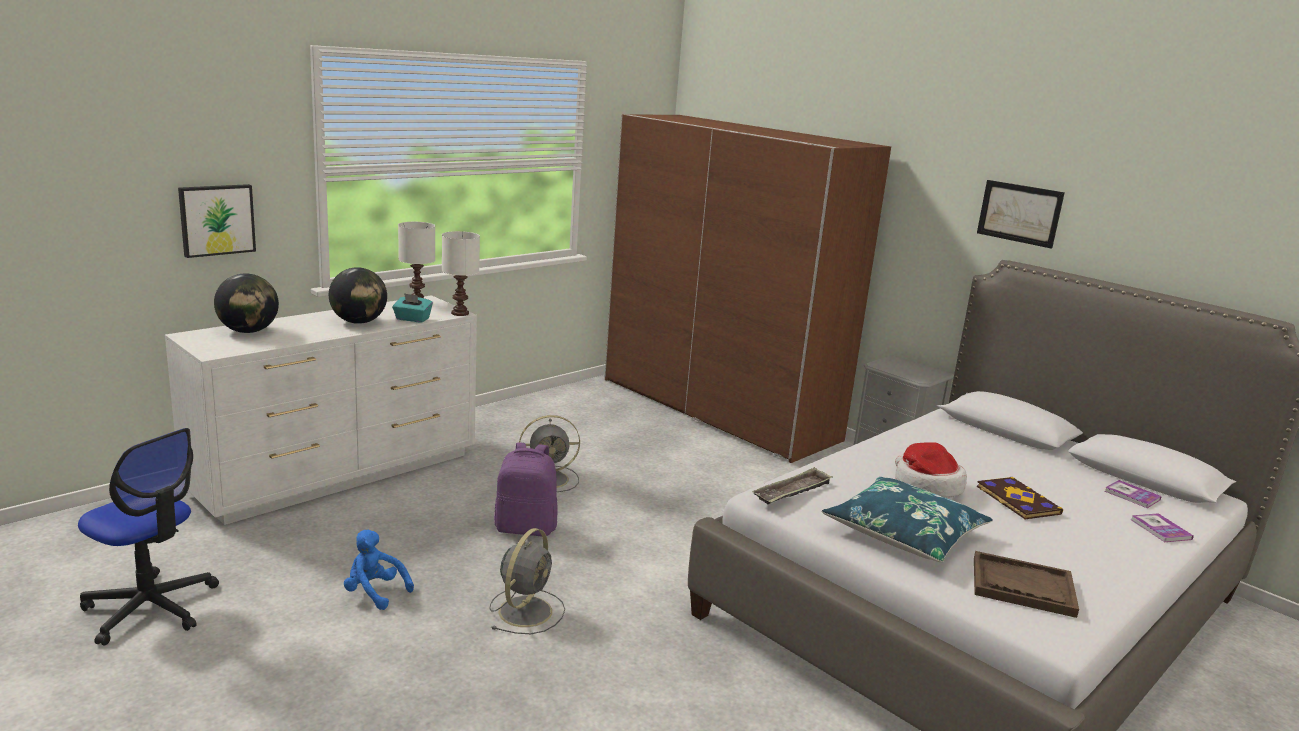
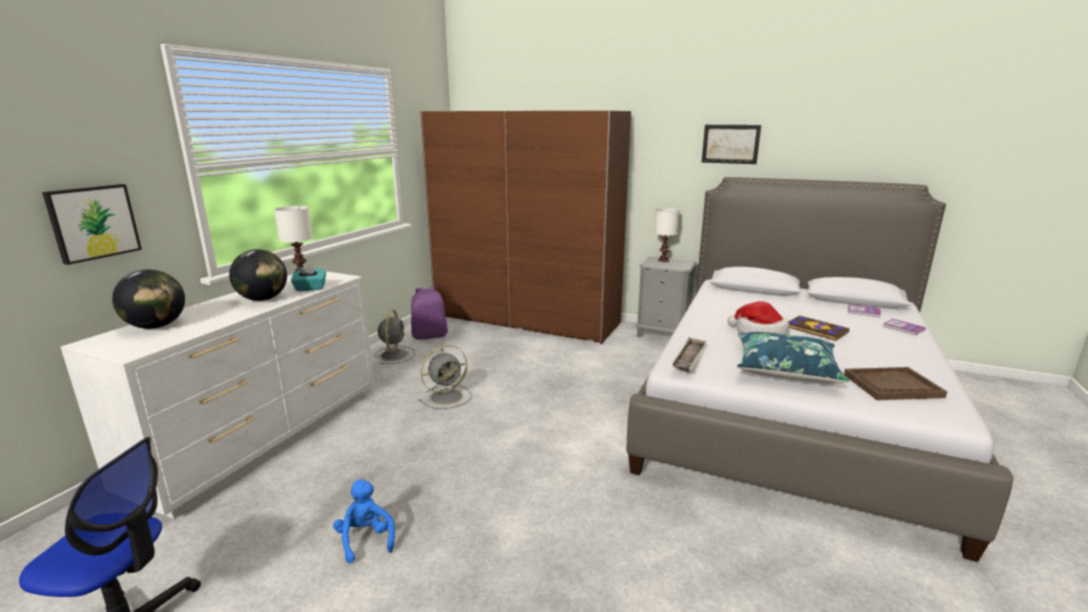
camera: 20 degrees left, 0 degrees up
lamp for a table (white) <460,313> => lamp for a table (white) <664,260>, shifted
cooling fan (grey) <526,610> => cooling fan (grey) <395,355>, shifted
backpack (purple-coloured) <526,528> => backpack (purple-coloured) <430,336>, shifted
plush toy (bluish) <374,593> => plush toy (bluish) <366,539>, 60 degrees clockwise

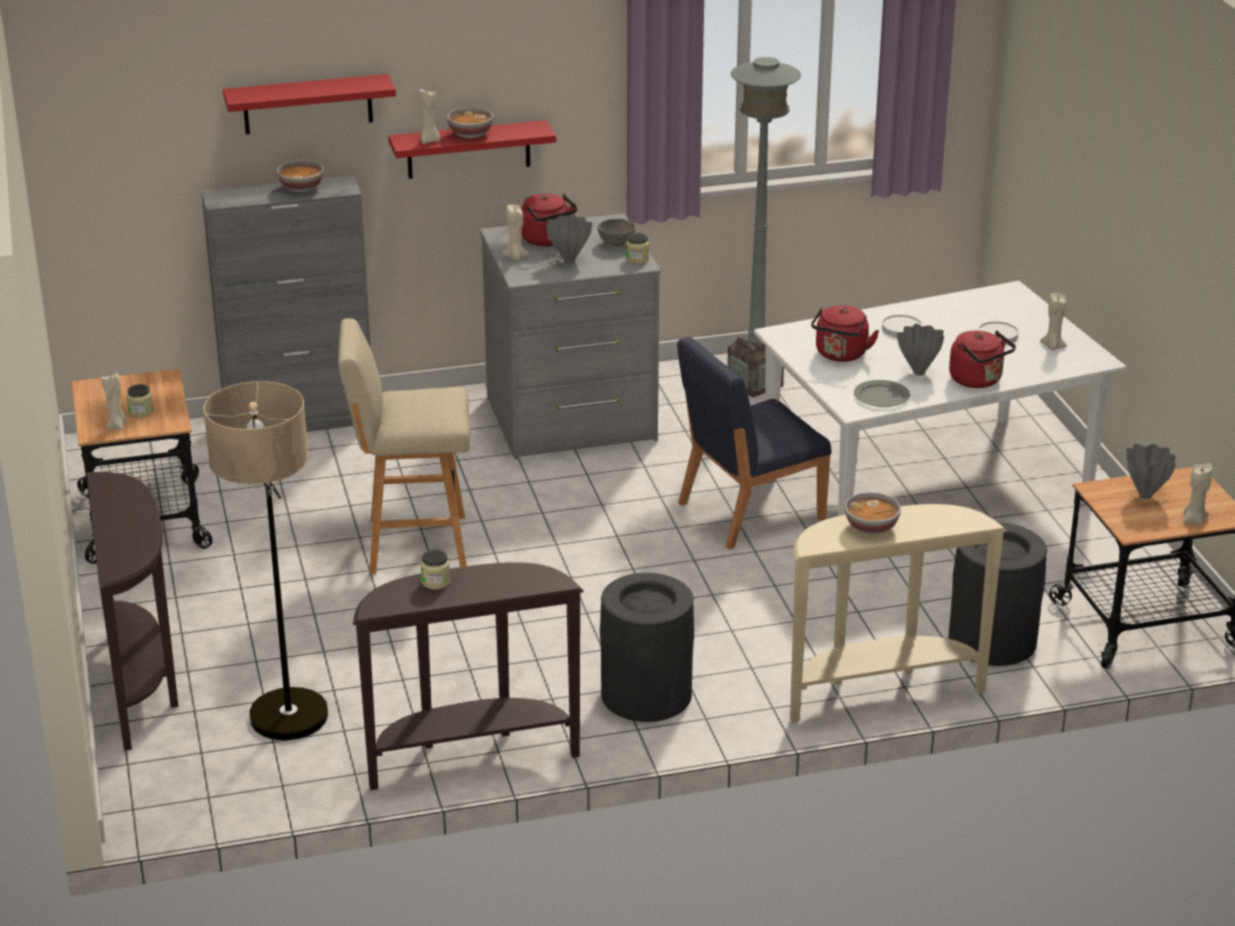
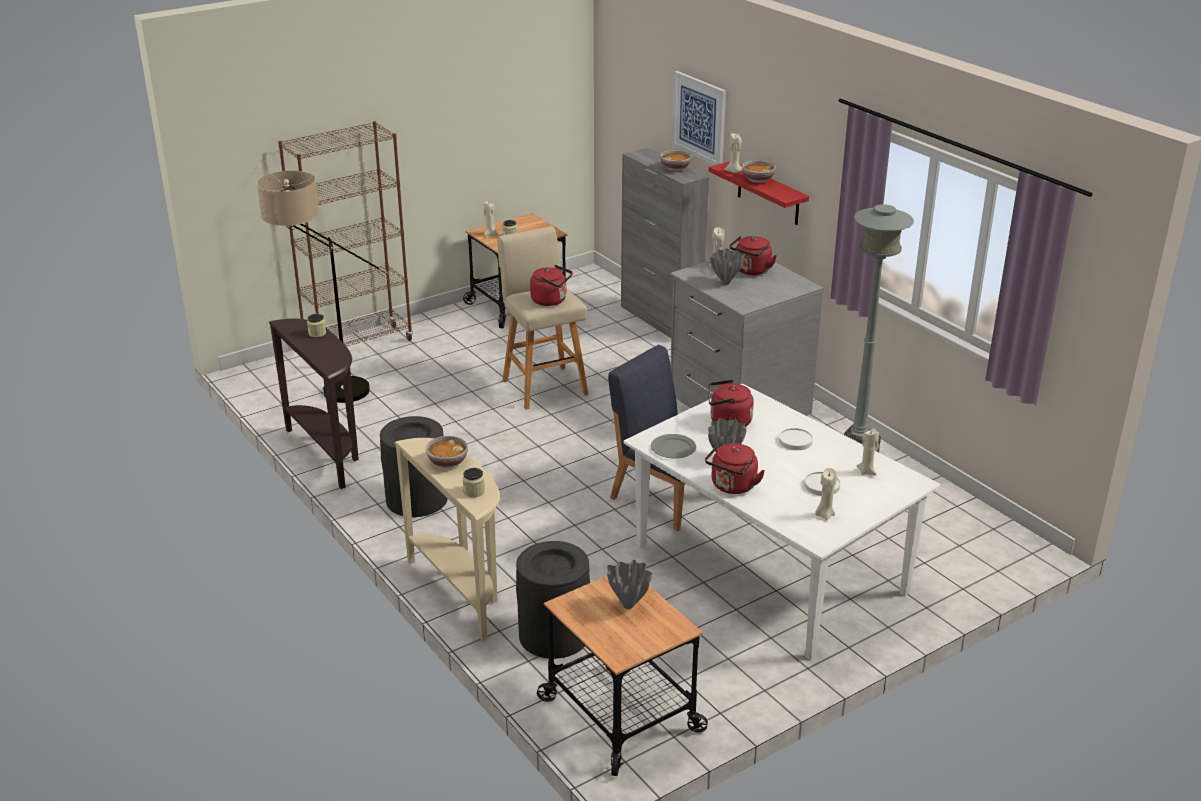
camera: 70 degrees right, 0 degrees up
bowl (grey) <617,244> => nothing
nothing => tea kettle (reddish) <551,301>
preserve jar <637,259> => preserve jar <474,491>, shifted
wax light (sand-coloured) <1194,520> => wax light (sand-coloured) <866,471>, shifted
console table (brown-coloured) <144,686> => shelving unit (brown-coloured) <359,346>
bracket shelf (reddish) <307,104> => wall picture <699,118>

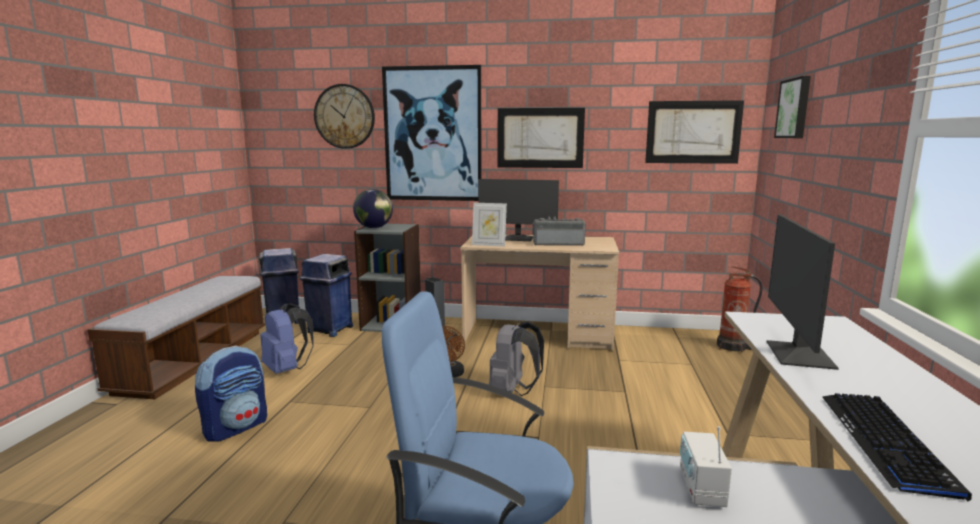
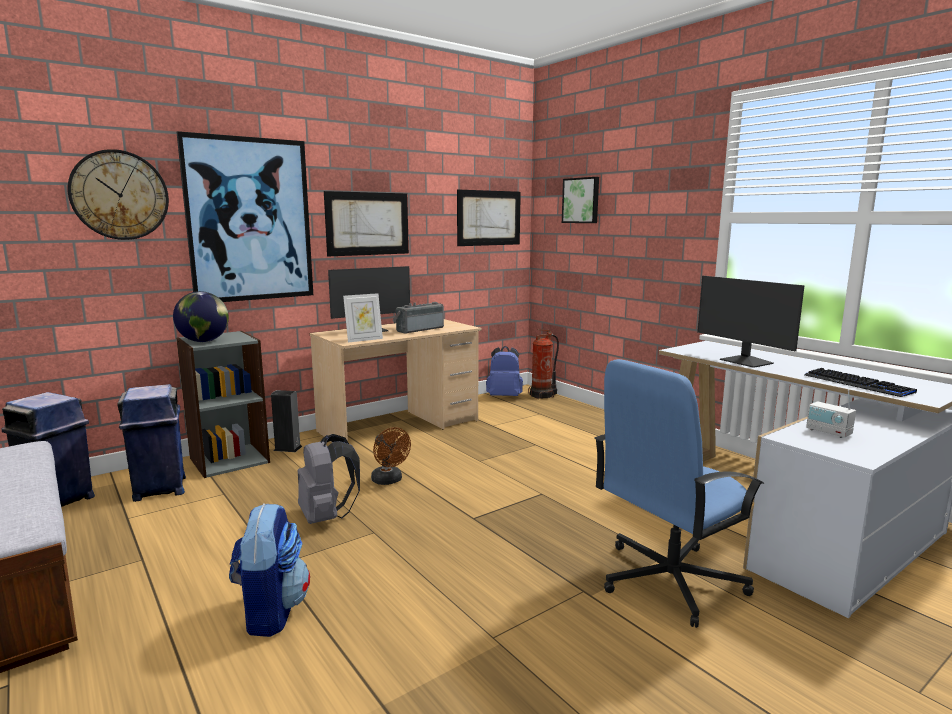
camera: 45 degrees left, 0 degrees up
backpack (bluish) <287,369> => backpack (bluish) <504,396>, shifted
backpack (grey) <513,391> => backpack (grey) <327,517>, shifted

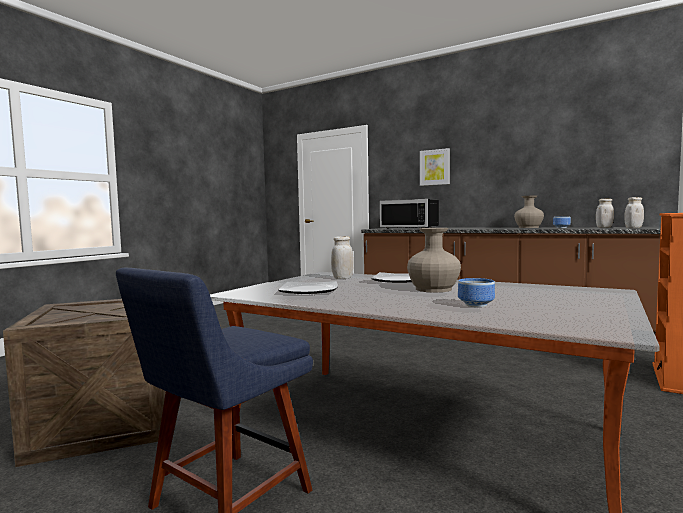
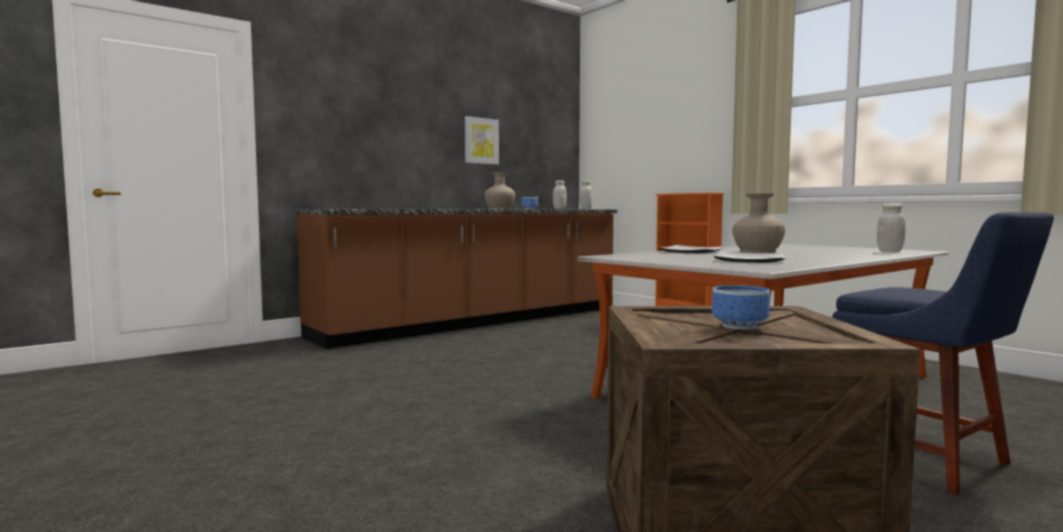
camera: 70 degrees left, 0 degrees up
microwave (black) <411,228> => nothing
preserve jar (white) <342,278> => preserve jar (white) <889,252>, shifted
wall picture <434,167> => wall picture <481,141>, shifted
bowl <475,304> => bowl <737,326>, shifted

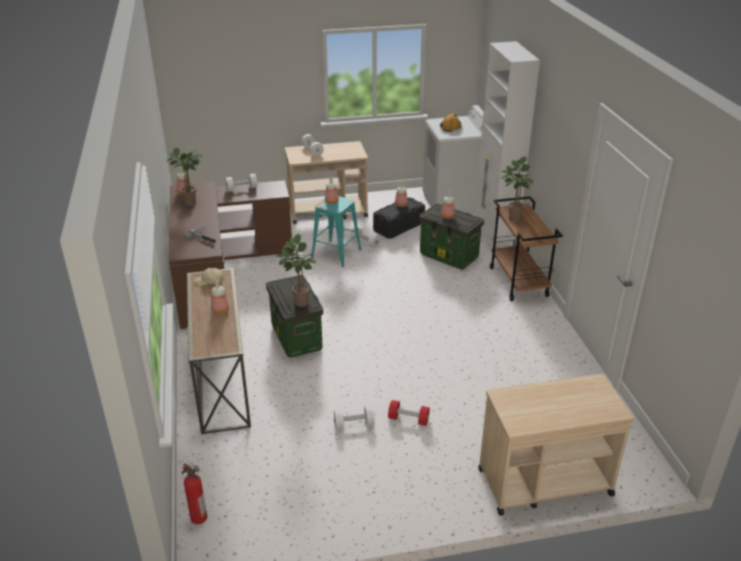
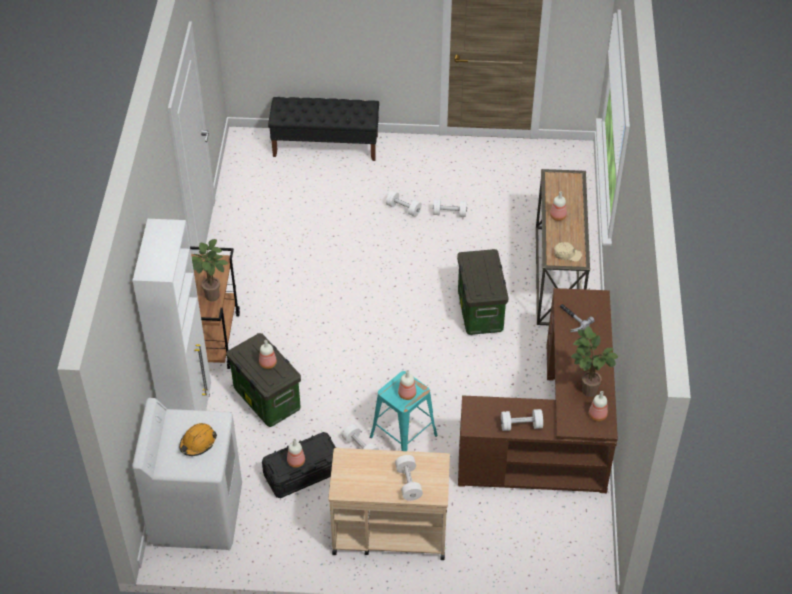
camera: 165 degrees left, 15 degrees up
extinguisher <198,517> => nothing
houseplant <299,302> => nothing
wheeled cart (sand-coloured) <543,482> => bench (black) <326,146>
free weight (reddish) <408,419> => free weight (white) <403,209>

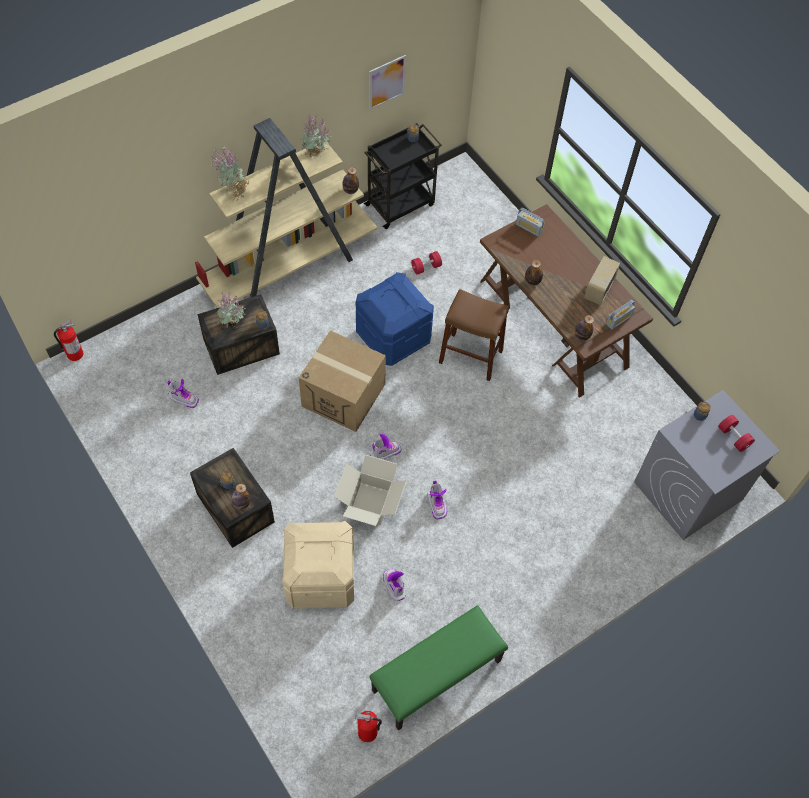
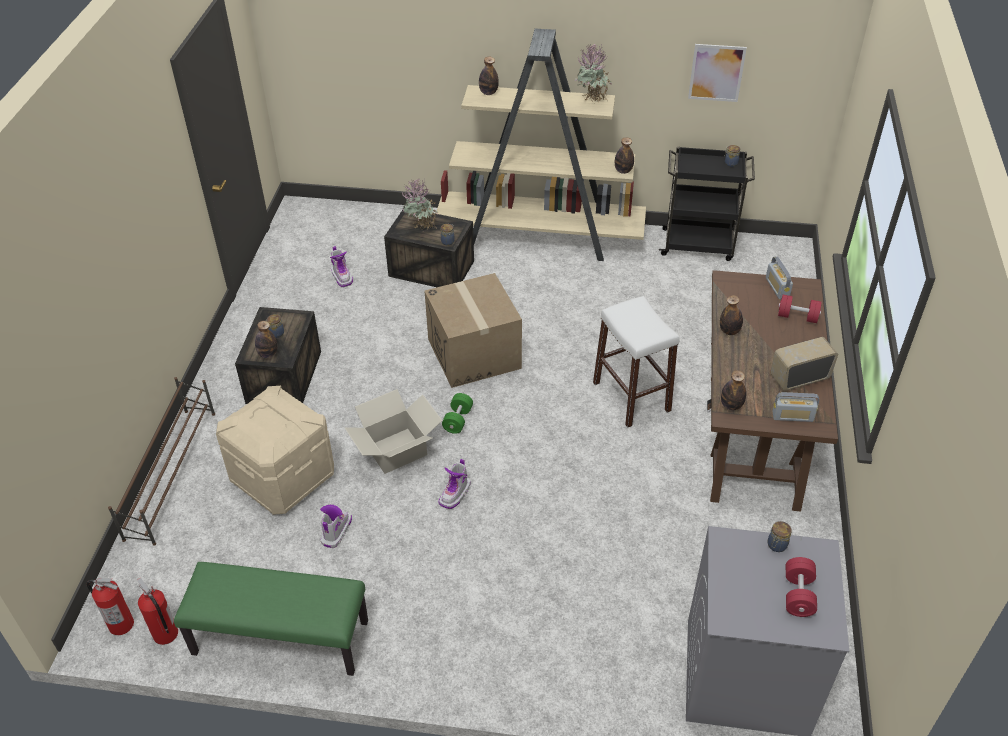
camera: 45 degrees right, 15 degrees down
storage container (bluish) <393,337> => nothing
nothing => shoe stand (brown-coloured) <172,473>
extinguisher <74,354> => extinguisher <121,624>, shifted
free weight (reddish) <426,267> => free weight (reddish) <797,317>, shifted
houseplant <233,192> => beverage bottle <488,93>
high-top boot <385,452> => free weight (greenish) <458,420>
sitting stool (brown-coloured) <470,356> => sitting stool (white) <631,396>

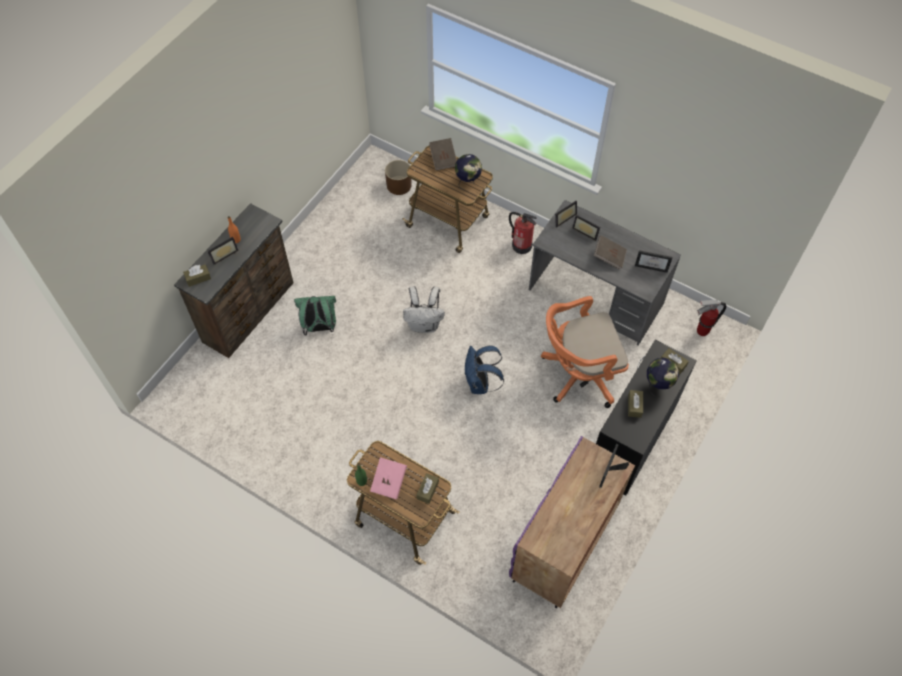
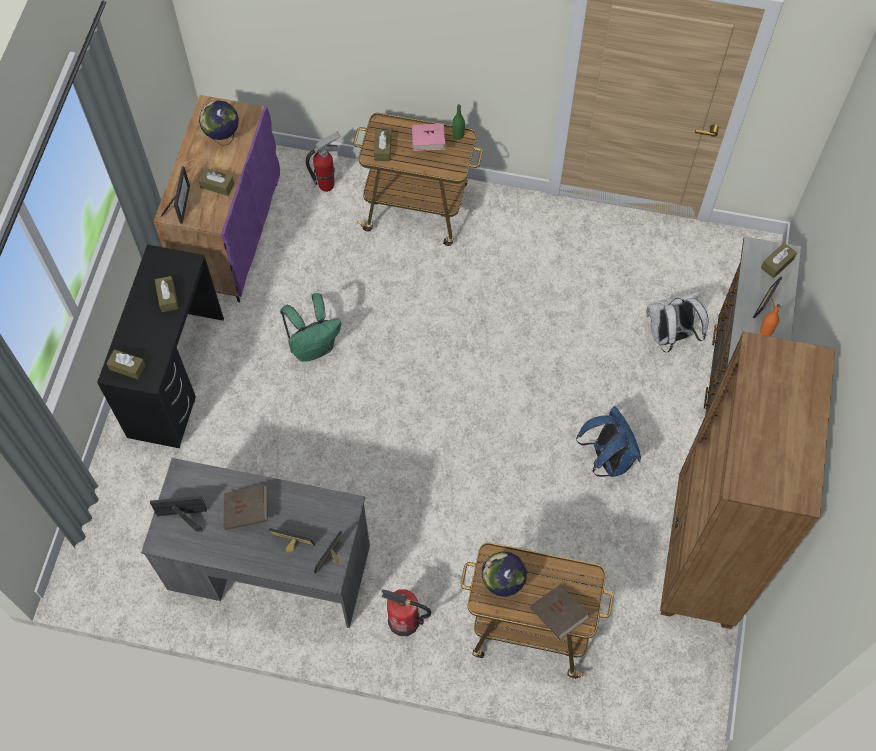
camera: 160 degrees right, 5 degrees up
planter (brown-coloured) <398,185> => nothing
desk chair (orange-coloured) <578,374> => nothing
nothing => box of tissues (brown-coloured) <217,185>
nothing => shelving unit (brown-coloured) <702,555>
backpack (greenish) <320,327> => backpack (greenish) <313,347>, shifted
backpack (white) <424,324> => backpack (white) <670,336>, shifted
backpack (bluish) <480,384> => backpack (bluish) <607,458>, shifted
globe <658,385> => globe <223,138>, shifted
extinguisher <702,331> => extinguisher <327,185>, shifted

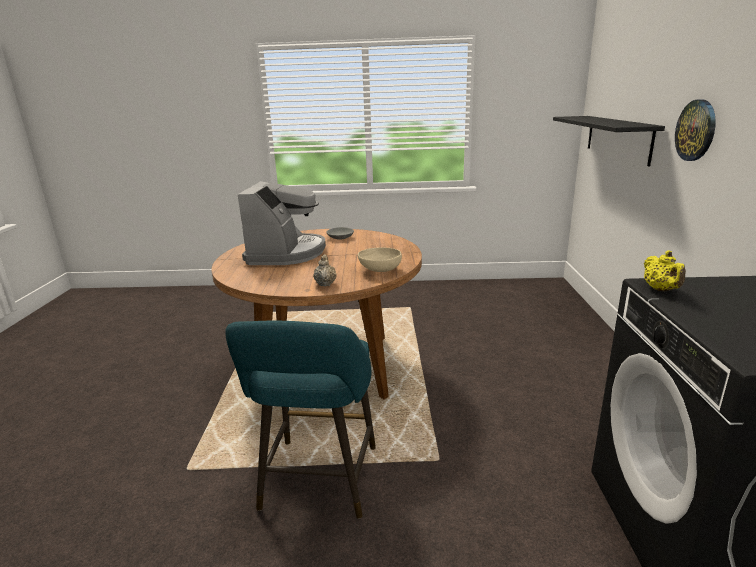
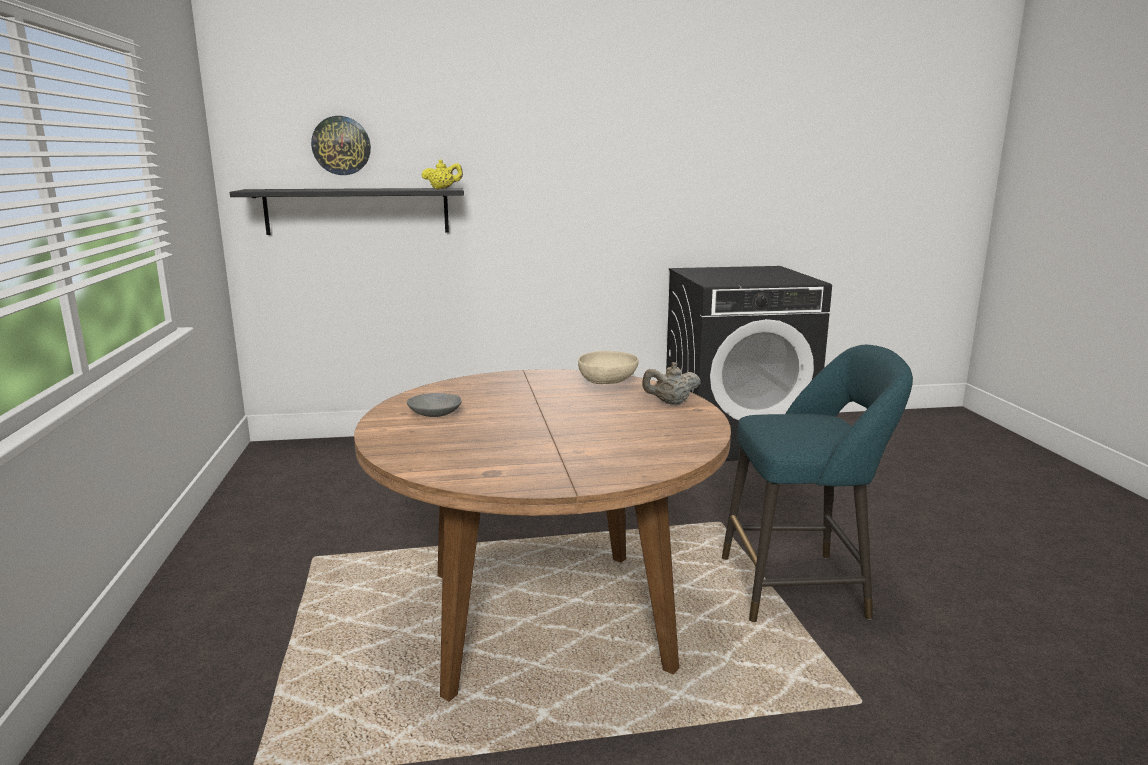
camera: 100 degrees left, 5 degrees down
coffee machine <286,253> => nothing
teapot (yellow) <661,290> => teapot (yellow) <442,189>, shifted
clock on the wall <696,130> => clock on the wall <341,145>, shifted

